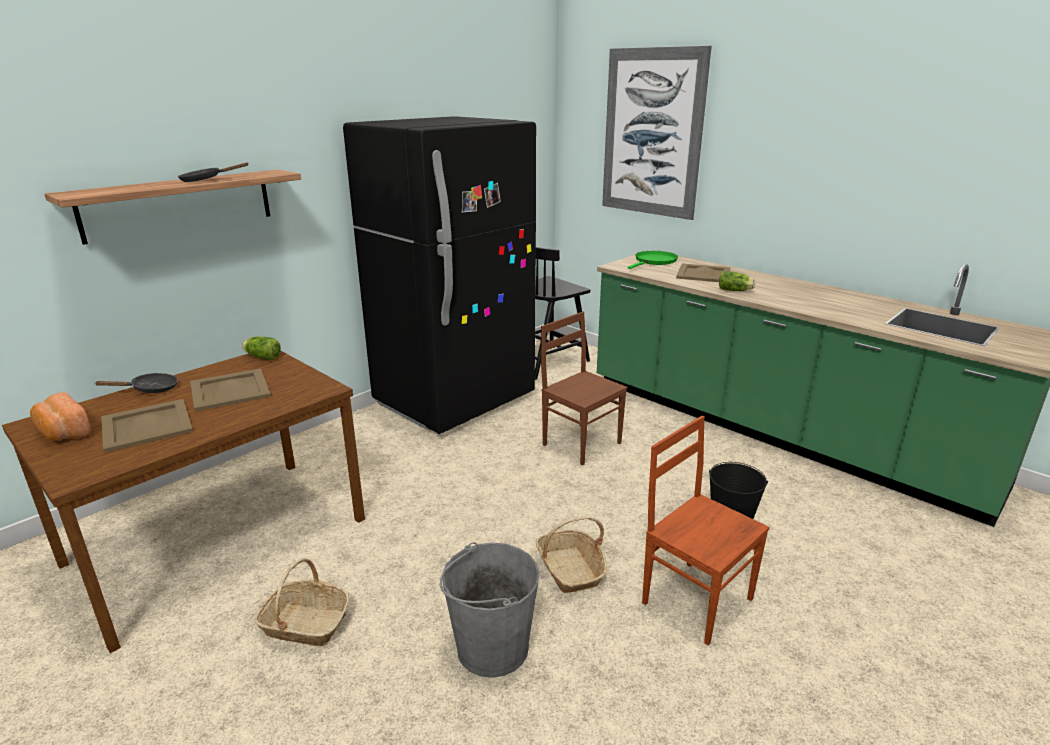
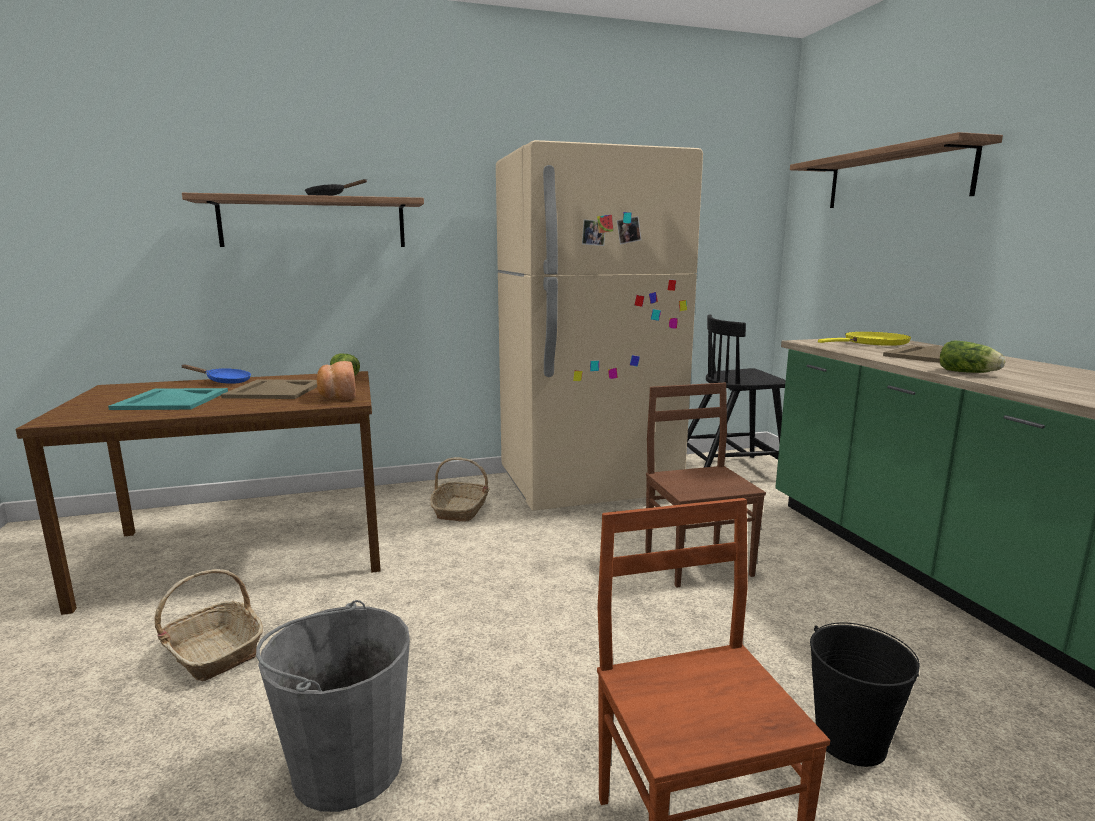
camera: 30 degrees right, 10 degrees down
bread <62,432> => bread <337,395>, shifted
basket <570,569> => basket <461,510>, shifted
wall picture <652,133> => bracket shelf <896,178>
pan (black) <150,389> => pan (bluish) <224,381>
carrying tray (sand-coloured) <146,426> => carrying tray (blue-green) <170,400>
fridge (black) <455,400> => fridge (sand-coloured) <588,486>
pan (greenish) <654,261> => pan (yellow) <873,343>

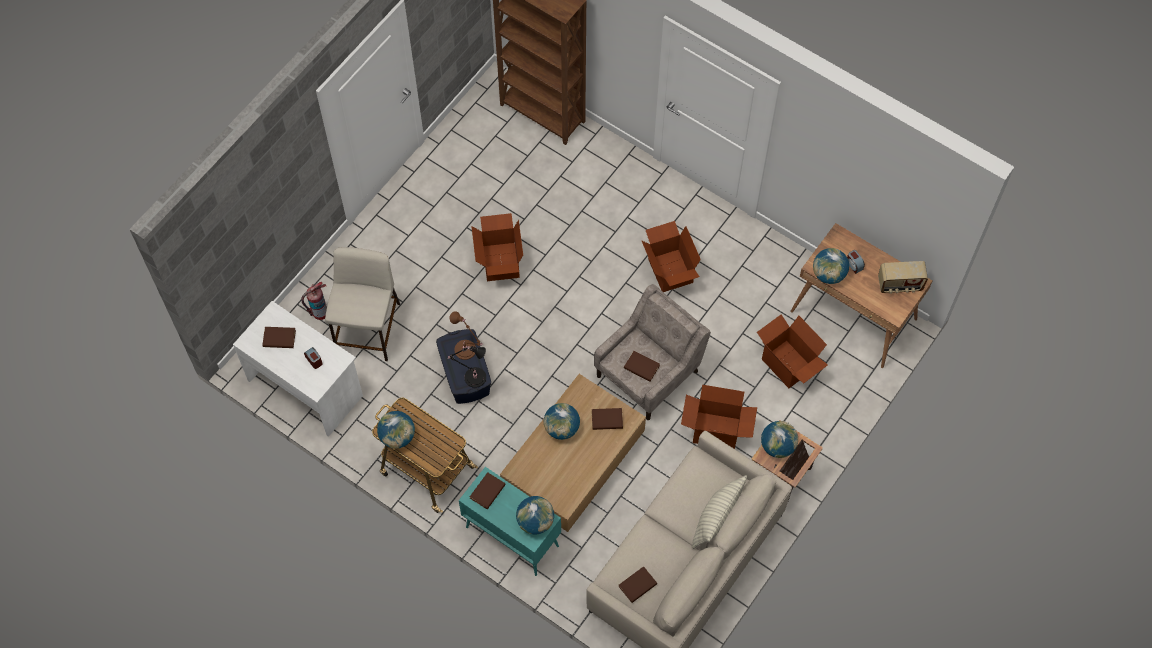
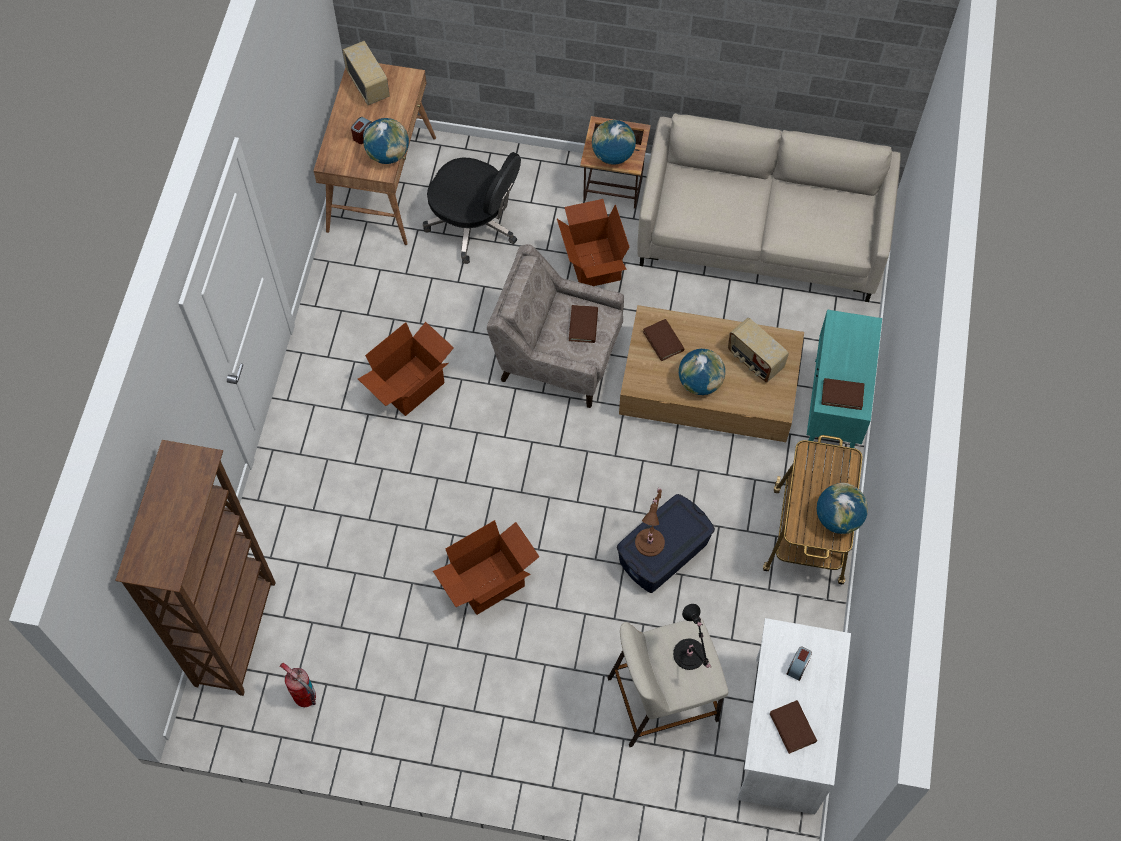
camera: 115 degrees left, 0 degrees up
globe <535,521> => nothing
bound book (brown-coloured) <637,585> => nothing
throw pillow <717,518> => nothing
nothing => radio set <754,360>
extinguisher <319,313> => extinguisher <305,697>, shifted
lamp for a table (black) <473,377> => lamp for a table (black) <690,657>, shifted
carton <788,363> => desk chair (black) <474,224>

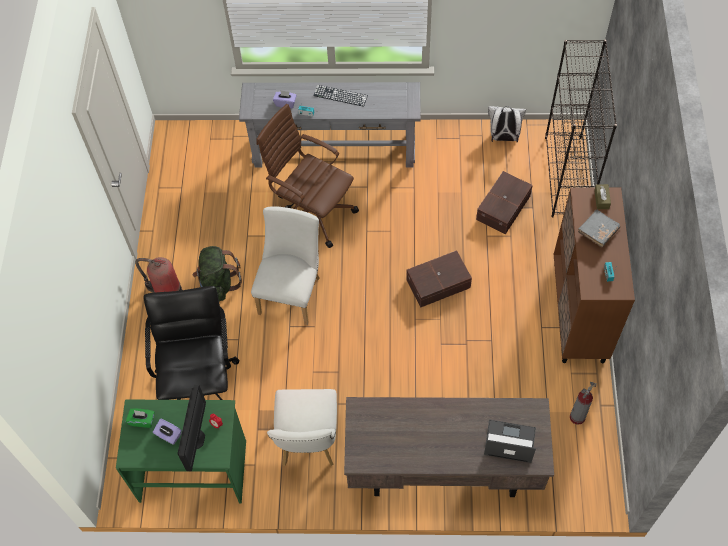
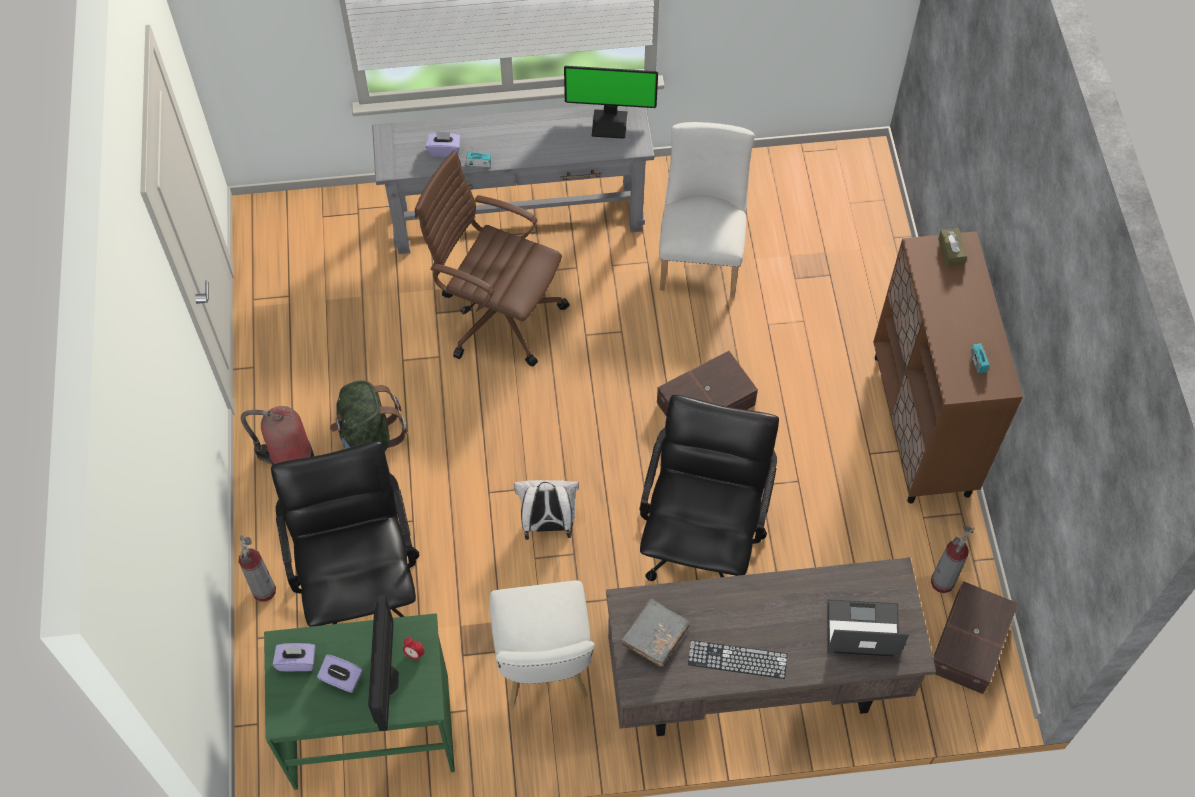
camera: 10 degrees left, 0 degrees up
shelving unit (black) <567,177> => nothing
nothing => extinguisher <264,590>
nothing => monitor <610,123>
nothing => desk chair (black) <701,539>
chair (white) <292,291> => chair (white) <701,255>, shifted
computer keyboard <340,95> => computer keyboard <737,659>, shifted
storage container (brown-coloured) <504,207> => storage container (brown-coloured) <971,643>, shifted
backpack (white) <503,138> => backpack (white) <548,524>, shifted
bound book (grey) <597,232> => bound book (grey) <655,637>, shifted
box of tissues (greenish) <142,420> => box of tissues (purple-coloured) <297,661>

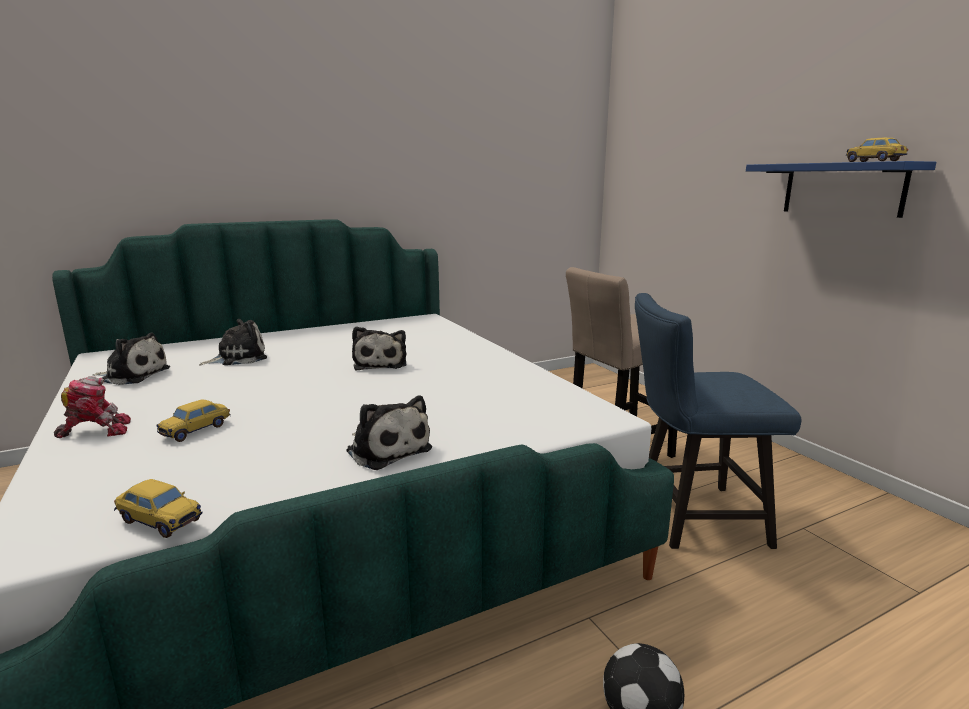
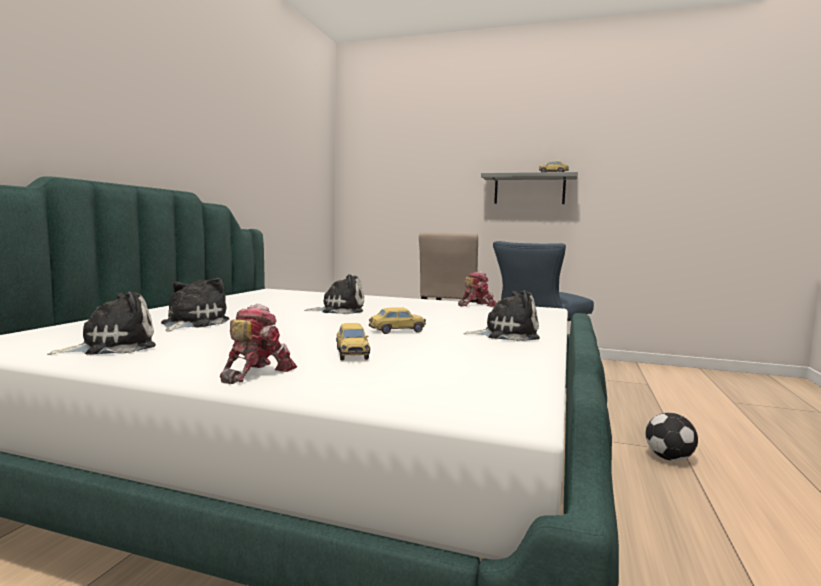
camera: 45 degrees left, 10 degrees down
nothing => robot figure <476,305>
model car <160,521> => model car <397,331>, shifted
bracket shelf (bluish) <842,189> => bracket shelf (grey) <529,189>
plush toy <380,363> => plush toy <339,310>, 45 degrees counterclockwise

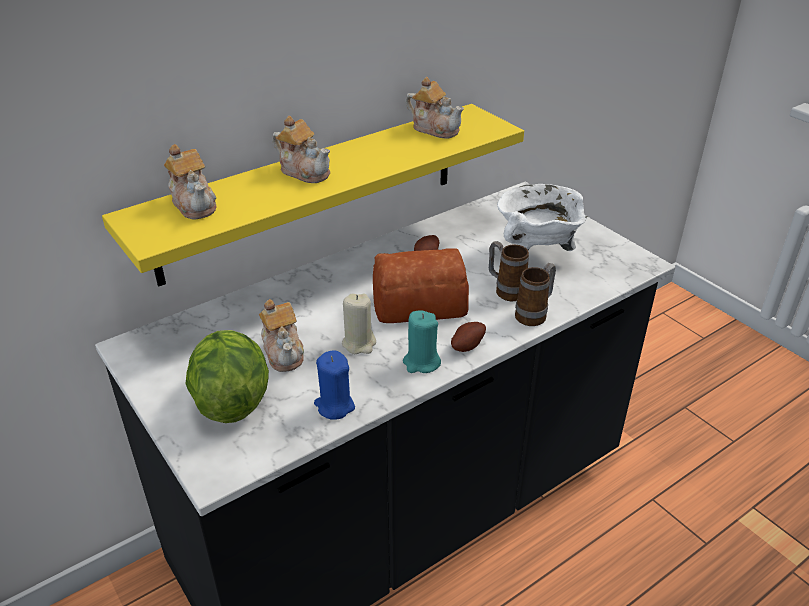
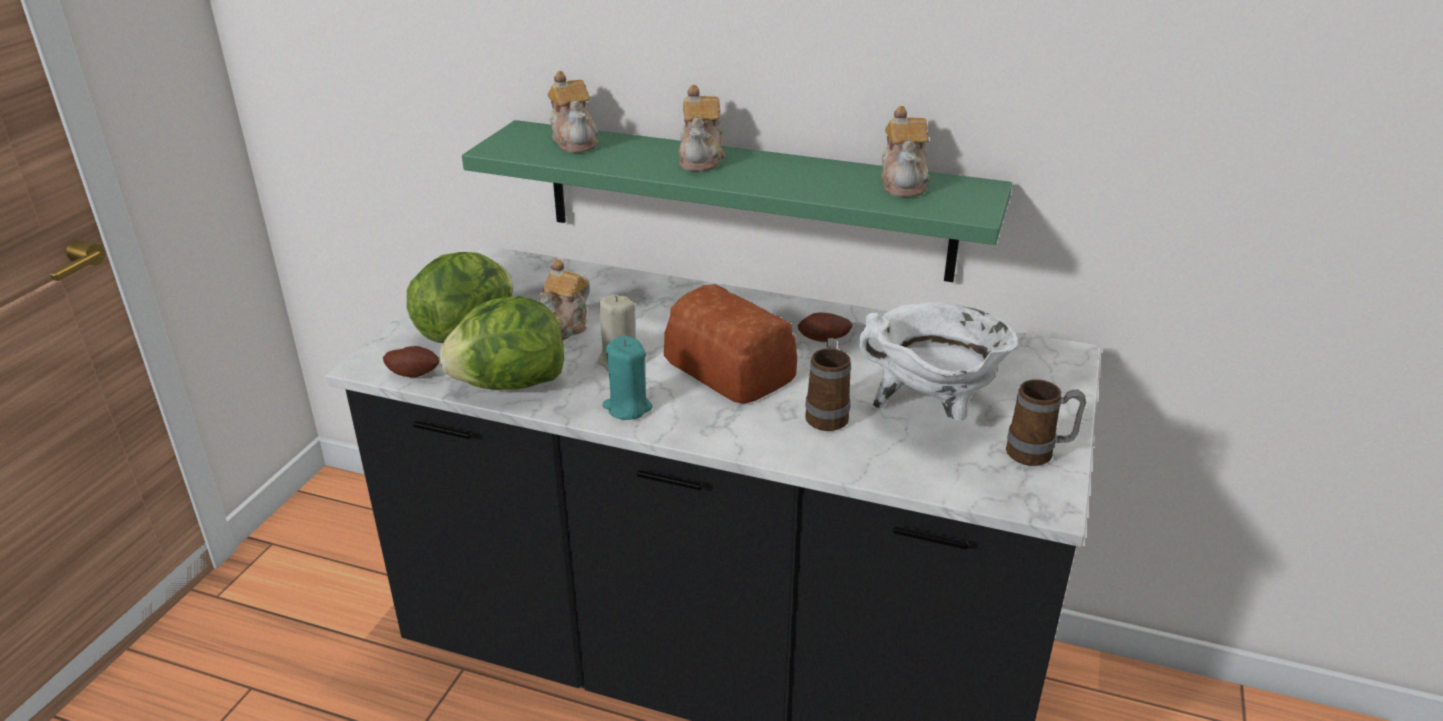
camera: 55 degrees right, 5 degrees down
potato <466,345> => potato <414,373>, shifted
coffee mug <535,314> => coffee mug <1039,454>, shifted
wax light (bluish) <334,406> => lettuce head <510,385>
bracket shelf (yellow) <312,191> => bracket shelf (greenish) <745,200>
teapot <194,204> => teapot <575,141>, 45 degrees counterclockwise

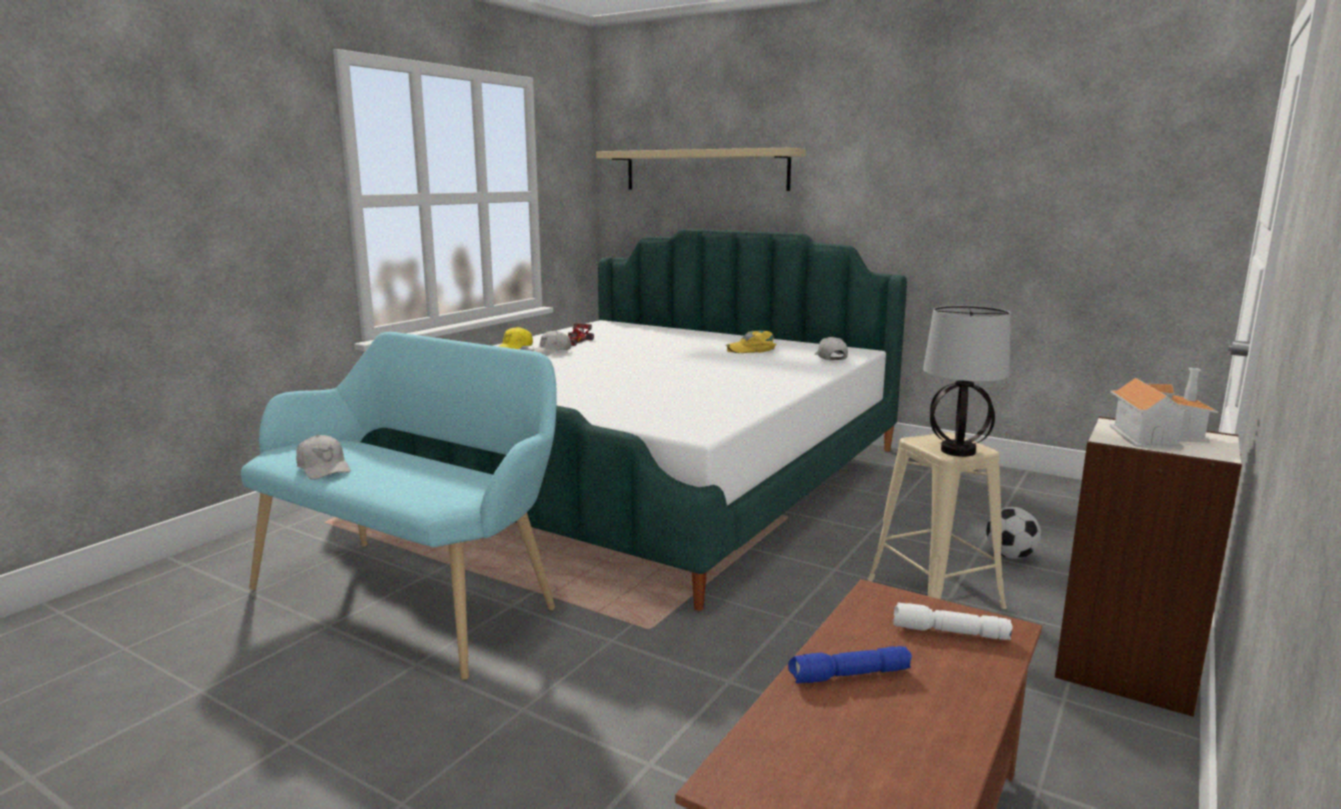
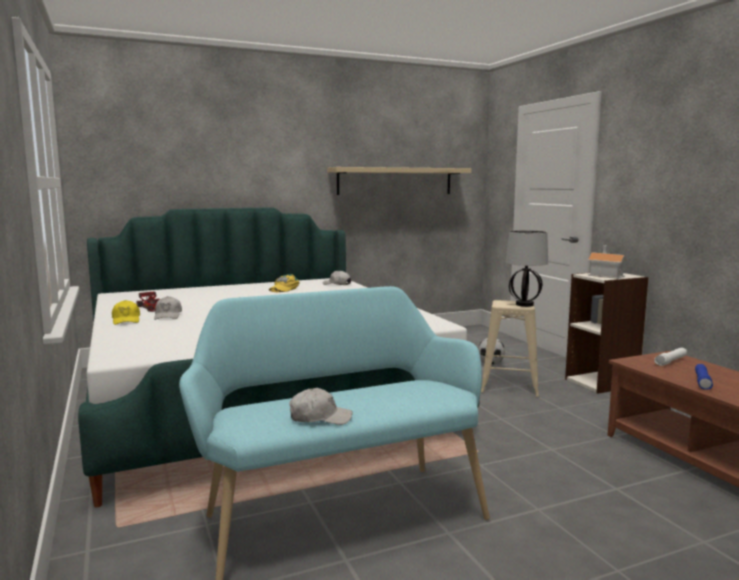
camera: 55 degrees left, 5 degrees down
bracket shelf (sand-coloured) <705,170> => bracket shelf (sand-coloured) <395,181>, shifted

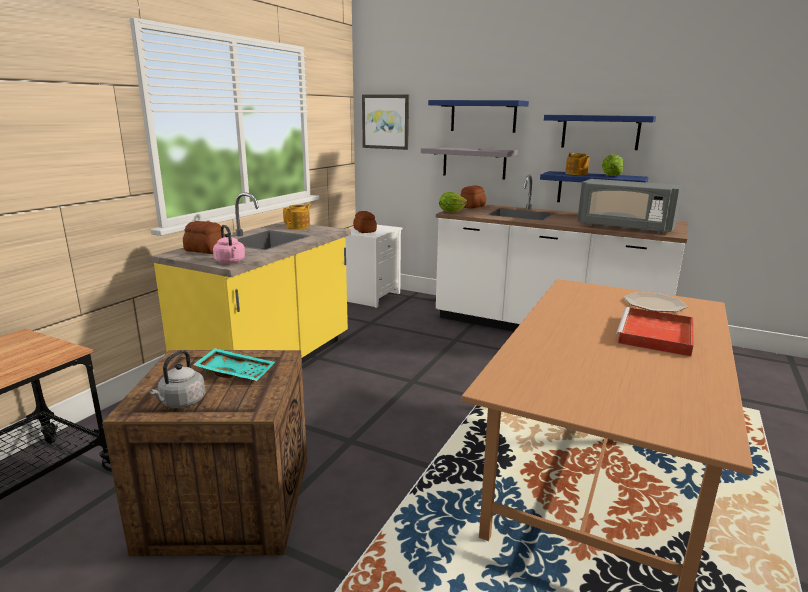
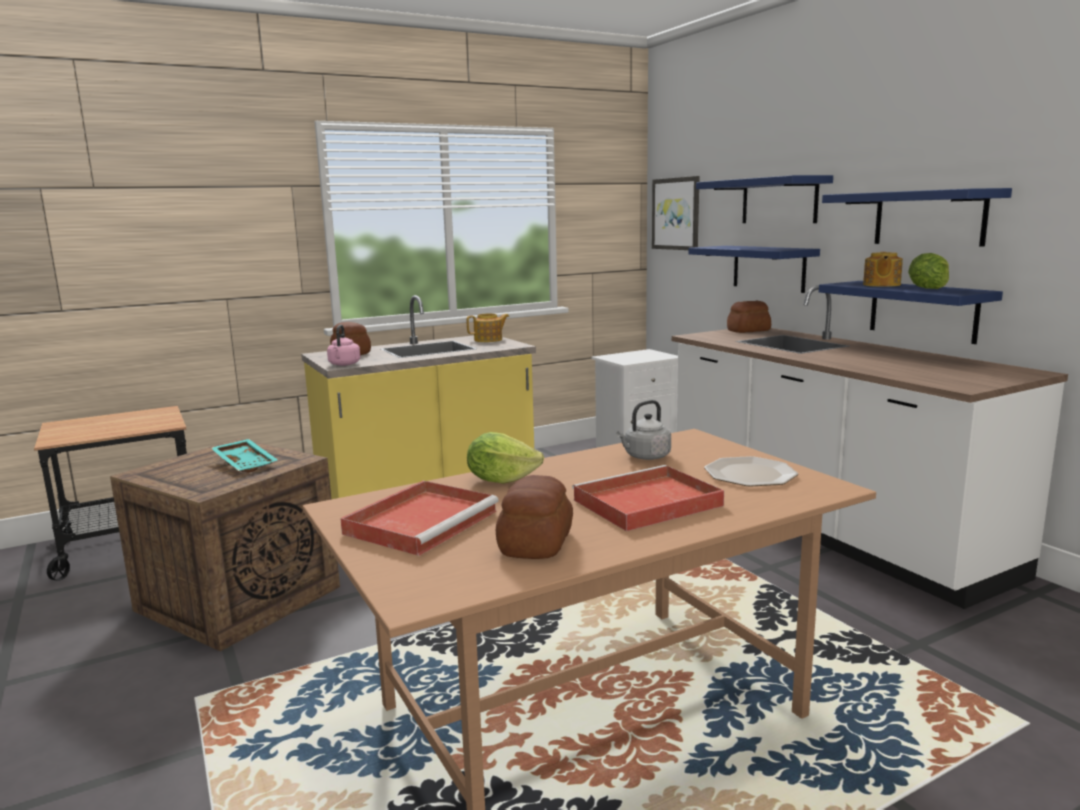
camera: 35 degrees right, 5 degrees down
microwave (grey) <624,228> => nothing
nothing => carrying tray (reddish) <423,521>
tea kettle (grey) <181,402> => tea kettle (grey) <645,457>, shifted
bread <364,230> => bread <534,543>, shifted
lettuce head <451,212> => lettuce head <501,480>, shifted
bracket shelf (grey) <474,162> => bracket shelf (bluish) <768,268>

